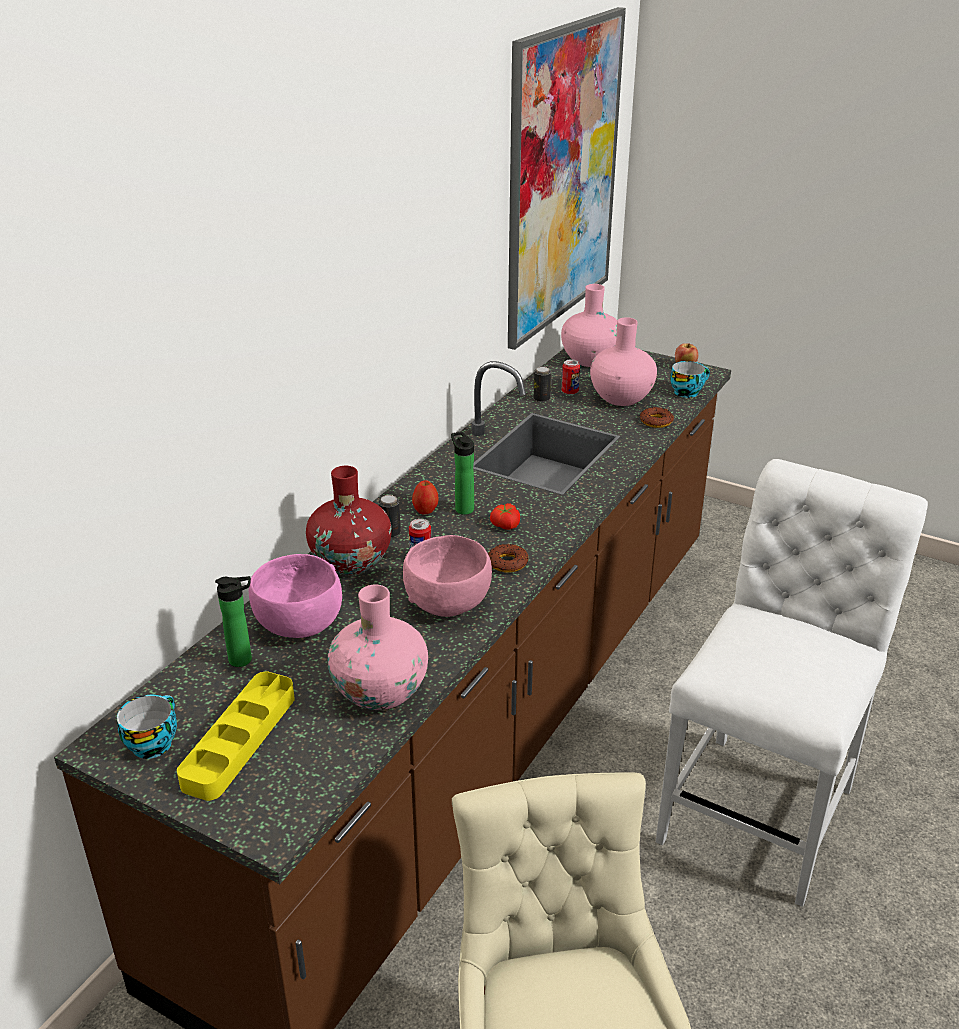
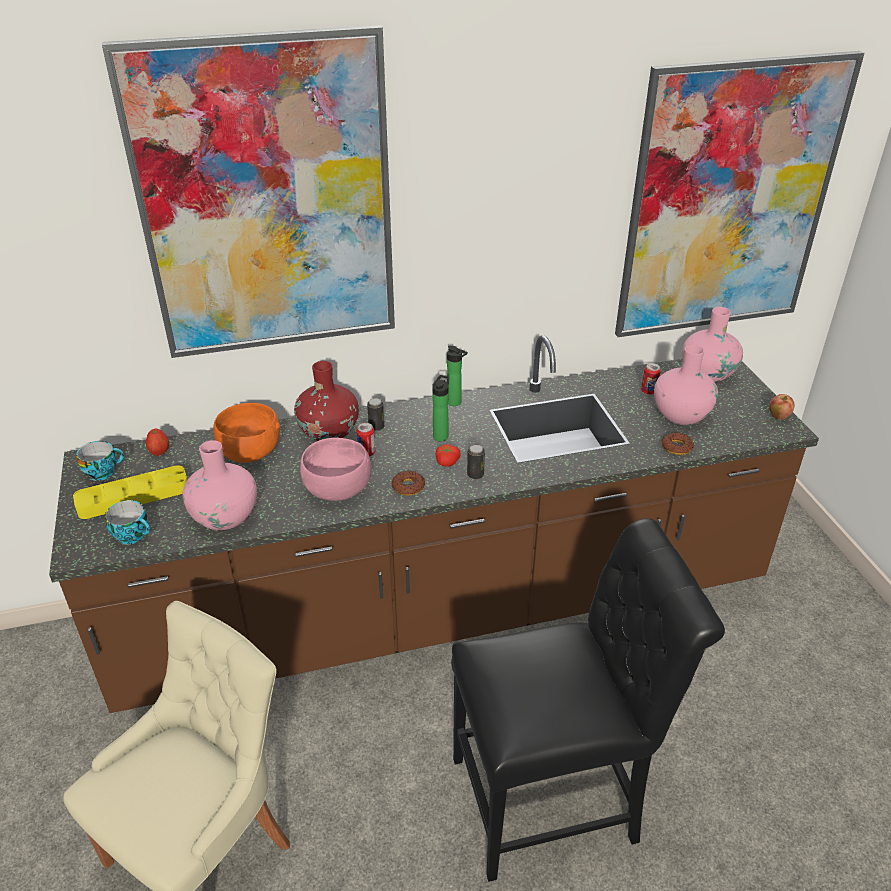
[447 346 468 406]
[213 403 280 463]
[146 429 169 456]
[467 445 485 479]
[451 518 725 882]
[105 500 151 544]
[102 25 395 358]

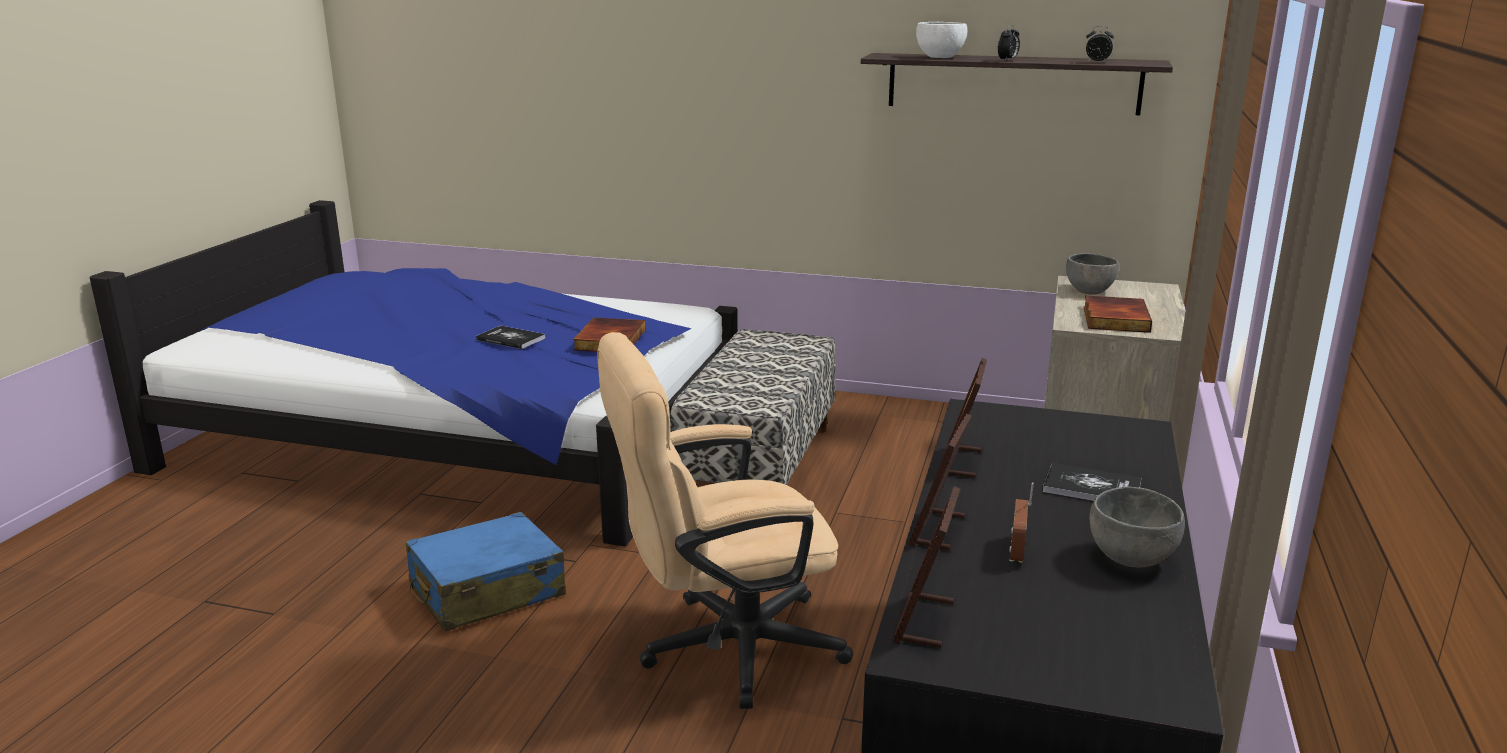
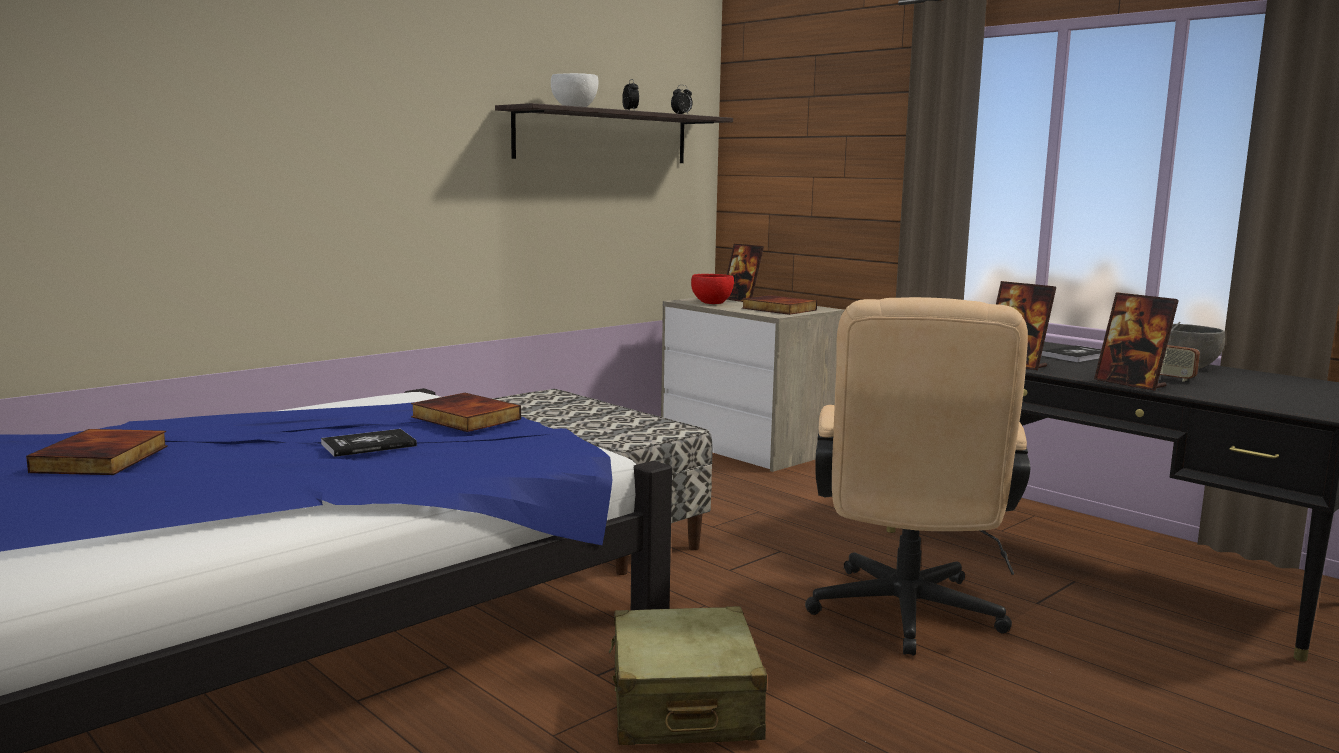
[609 606 767 745]
[727 243 764 302]
[691 274 734 304]
[26 429 168 475]

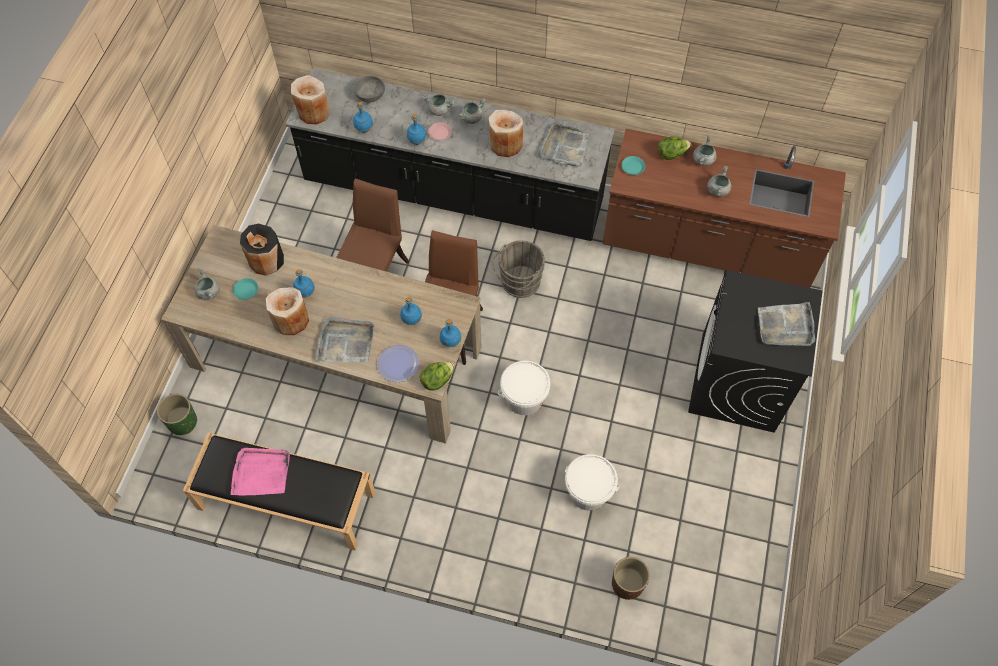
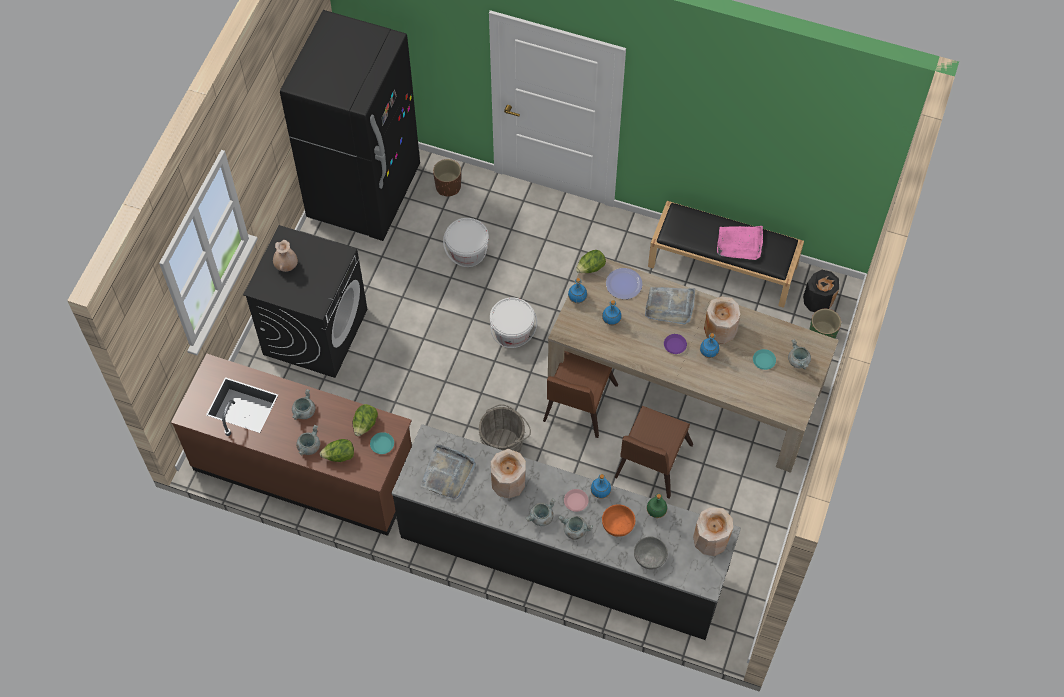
[803 270 839 312]
[647 494 667 518]
[273 240 298 272]
[280 10 420 241]
[353 404 378 436]
[602 504 635 537]
[664 334 687 354]

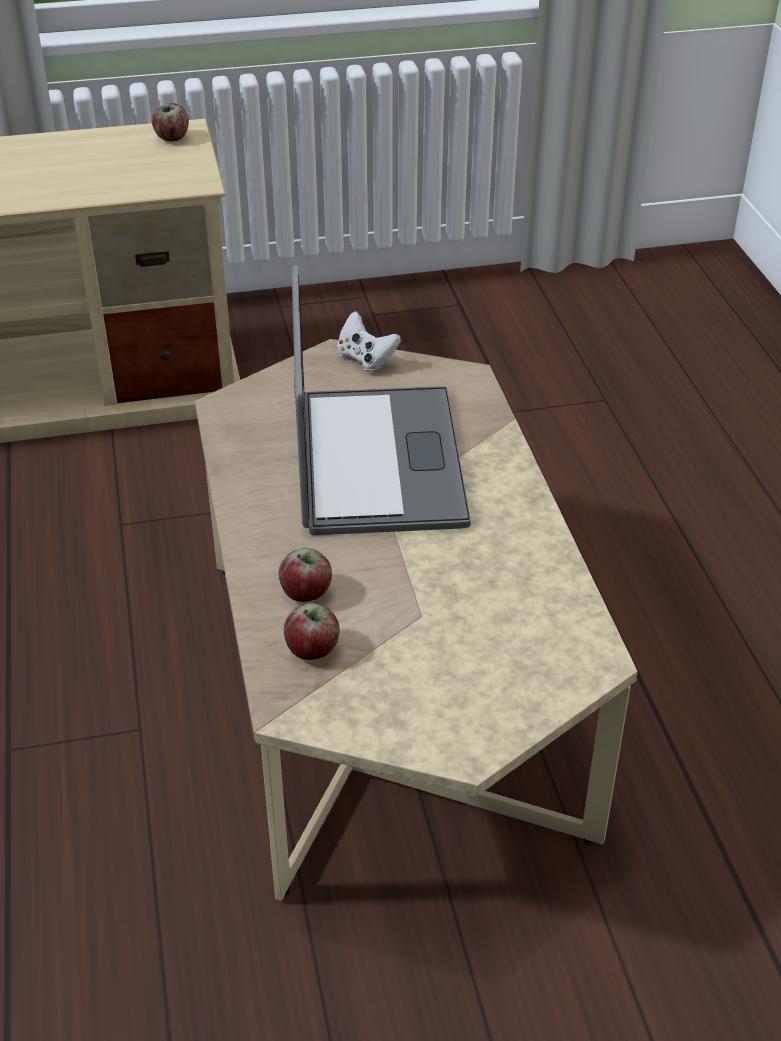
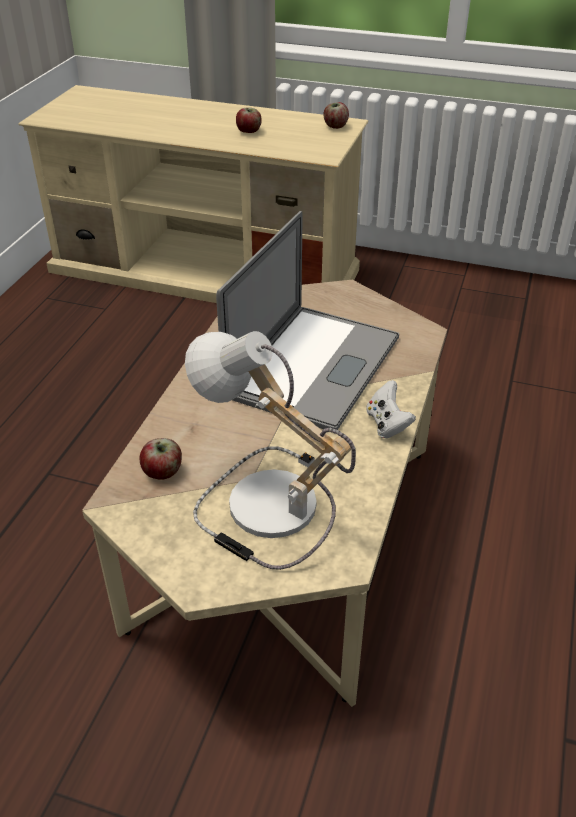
[236 108 262 133]
[366 380 416 438]
[185 331 356 570]

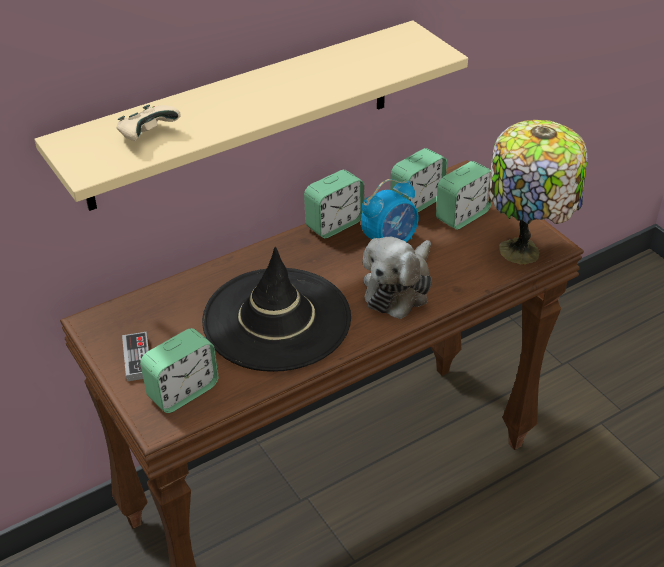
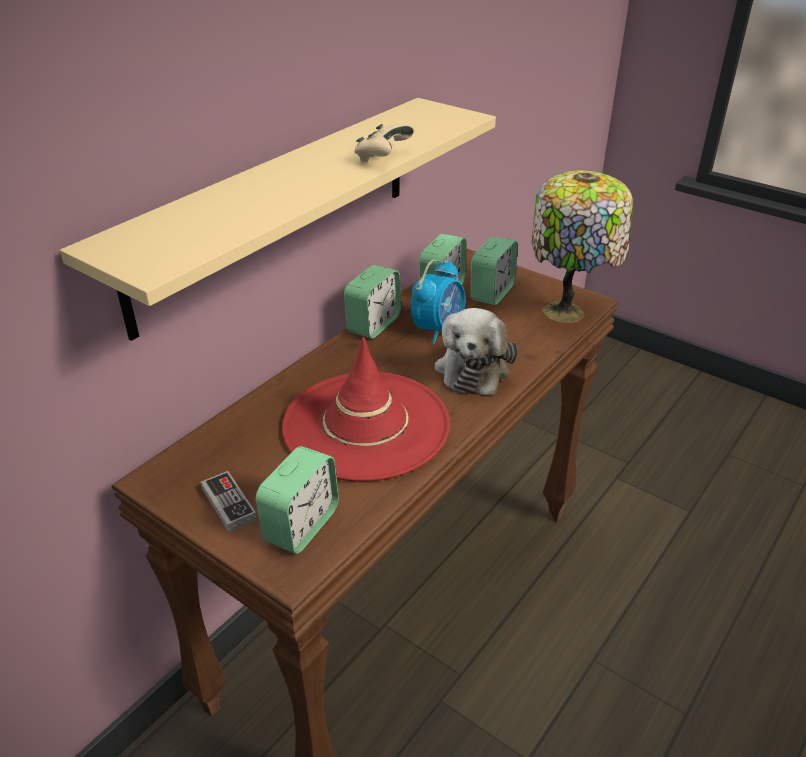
[354 124 415 162]
[282 337 450 482]

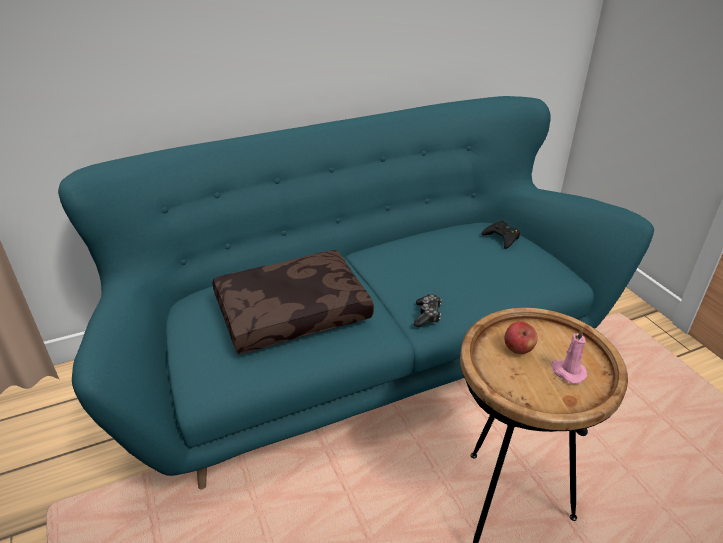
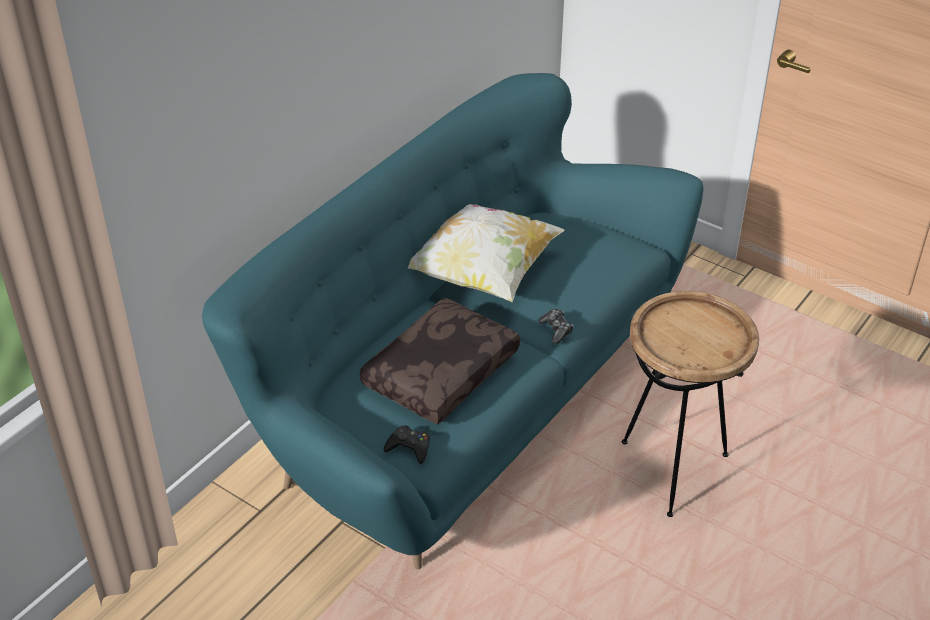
[384 425 430 464]
[504 321 538 354] (first image)
[551 328 587 384] (first image)
[408 204 564 302]

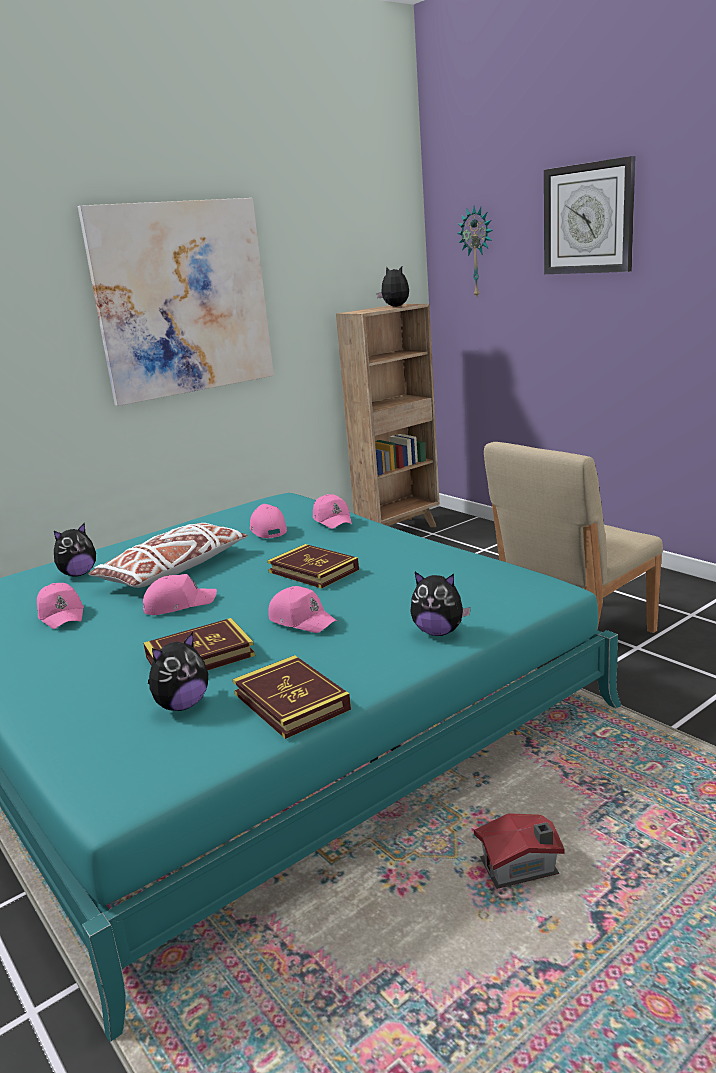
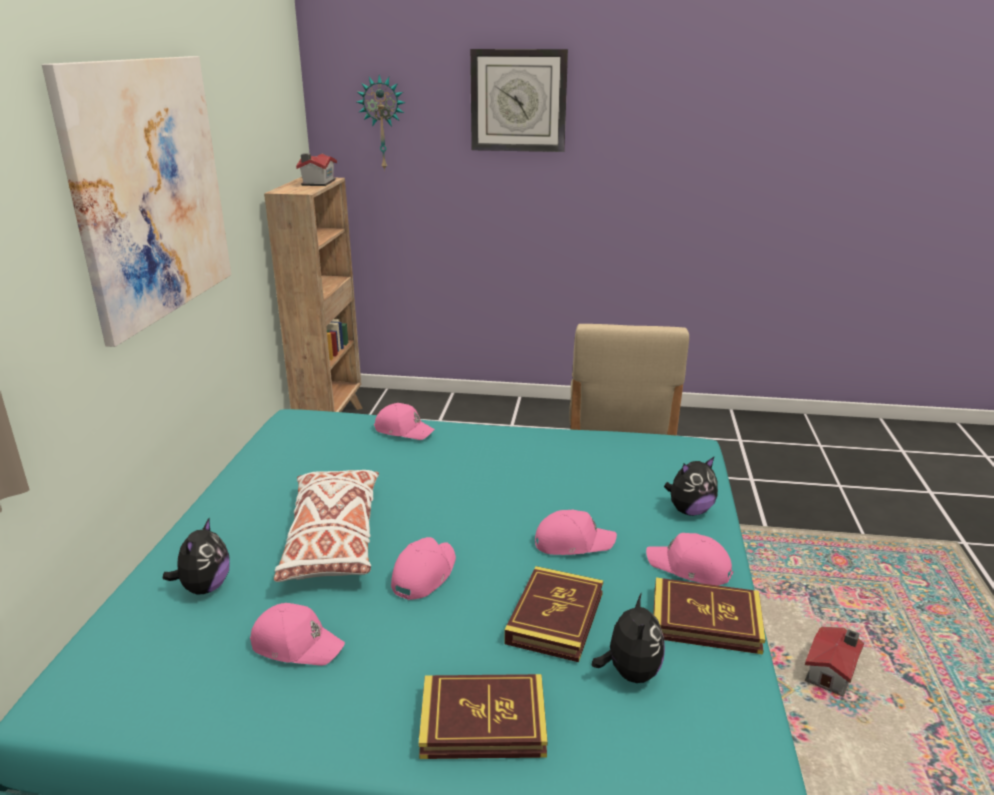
[646 533 733 585]
[419 674 548 759]
[296 154 337 186]

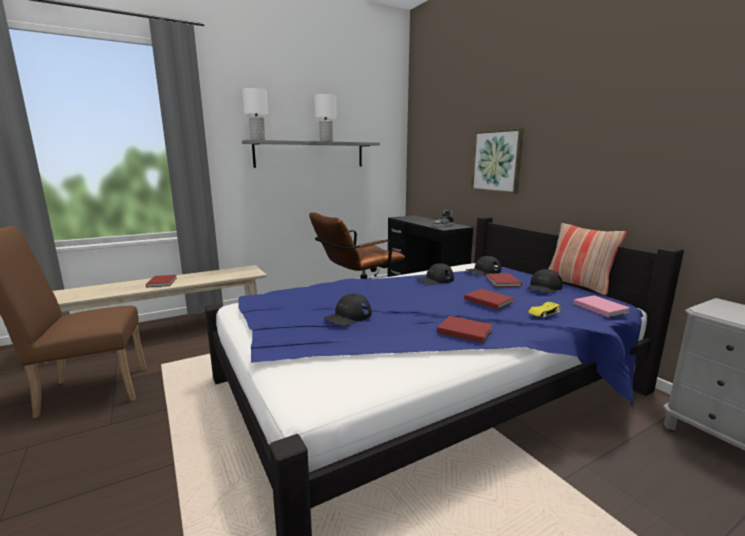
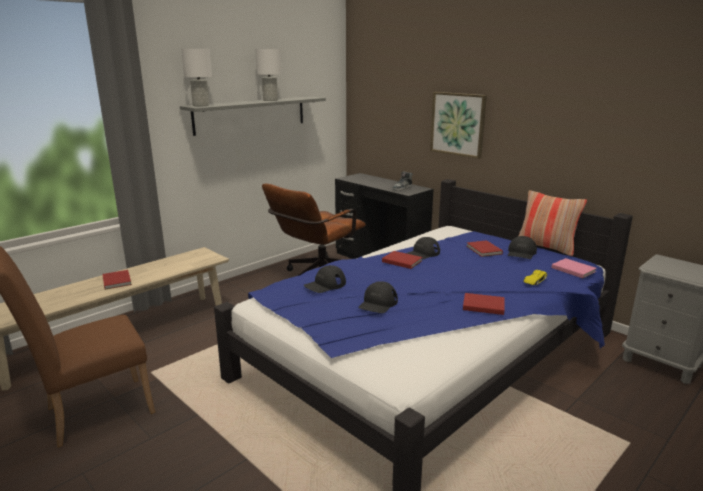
[382 251 423 269]
[304 265 346 293]

